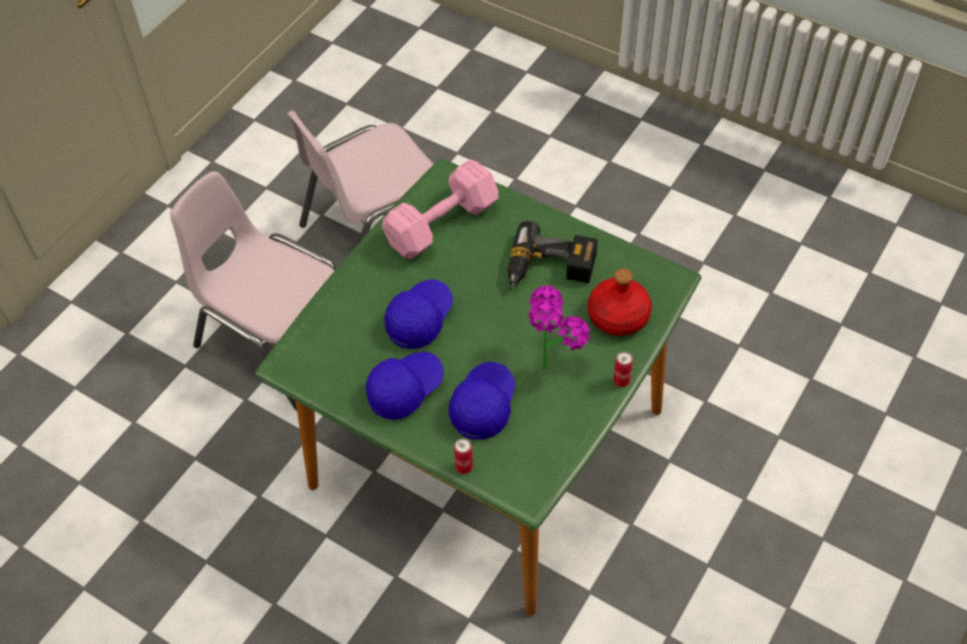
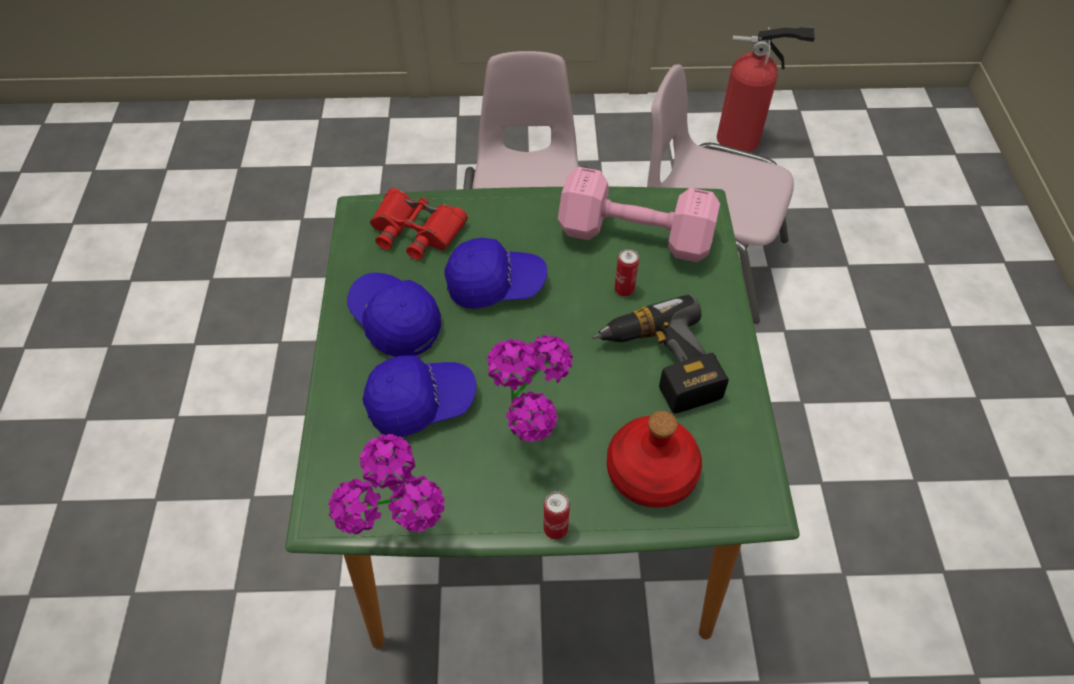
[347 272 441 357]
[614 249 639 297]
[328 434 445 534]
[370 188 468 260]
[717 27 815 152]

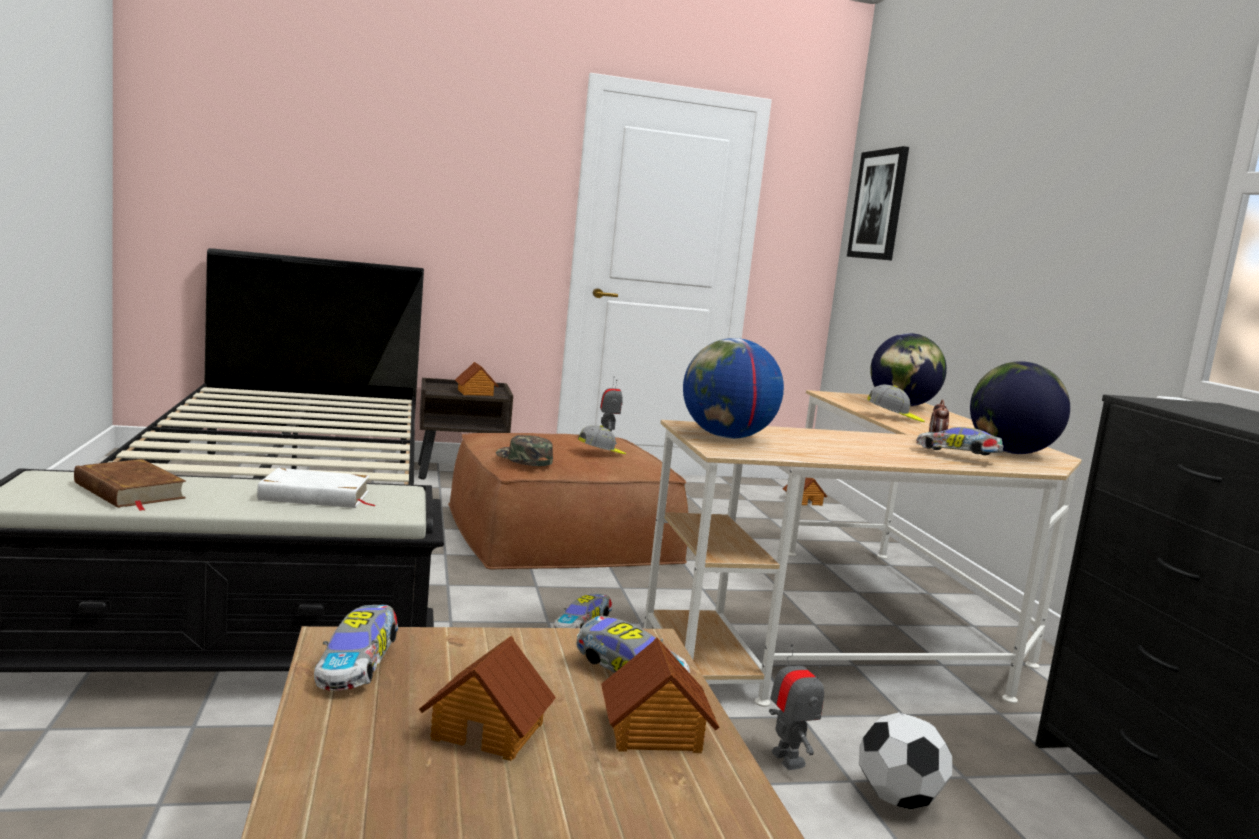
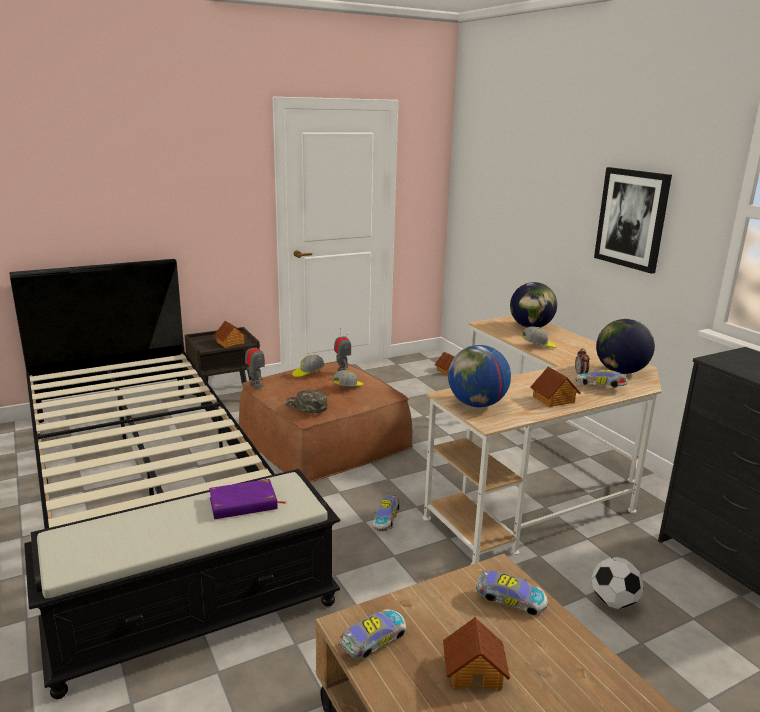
[74 459 186 511] (first image)
[209 479 286 520]
[339 609 406 659]
[530 367 580 408]
[245 340 265 389]
[594 167 672 274]
[292 354 325 377]

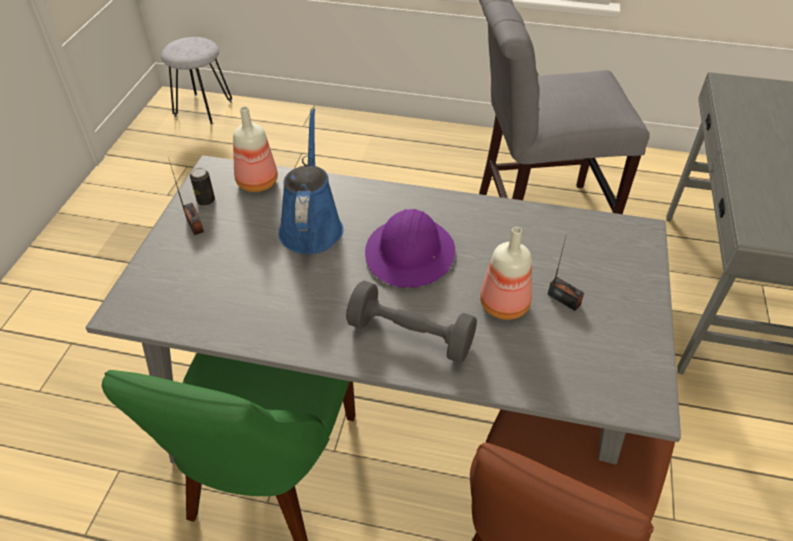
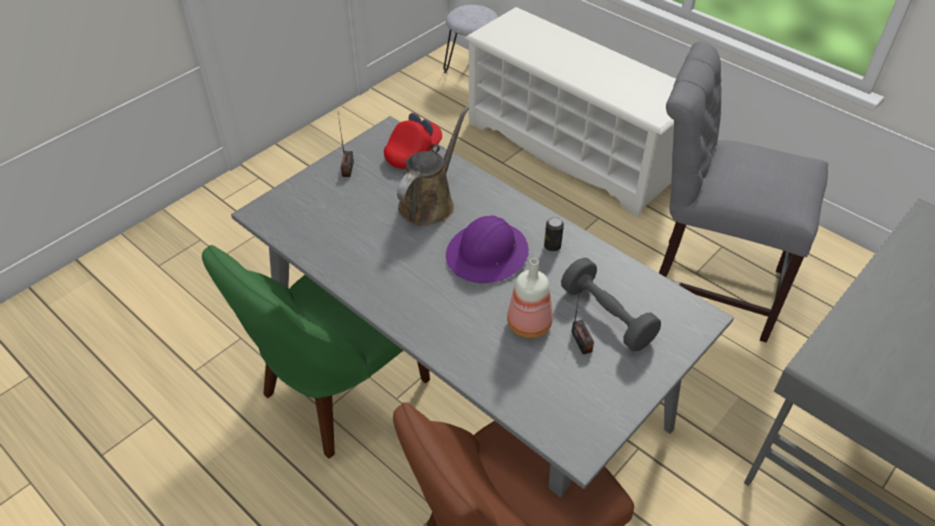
[544 217 564 252]
[384 113 442 169]
[397 107 469 226]
[561 258 661 351]
[465 7 676 217]

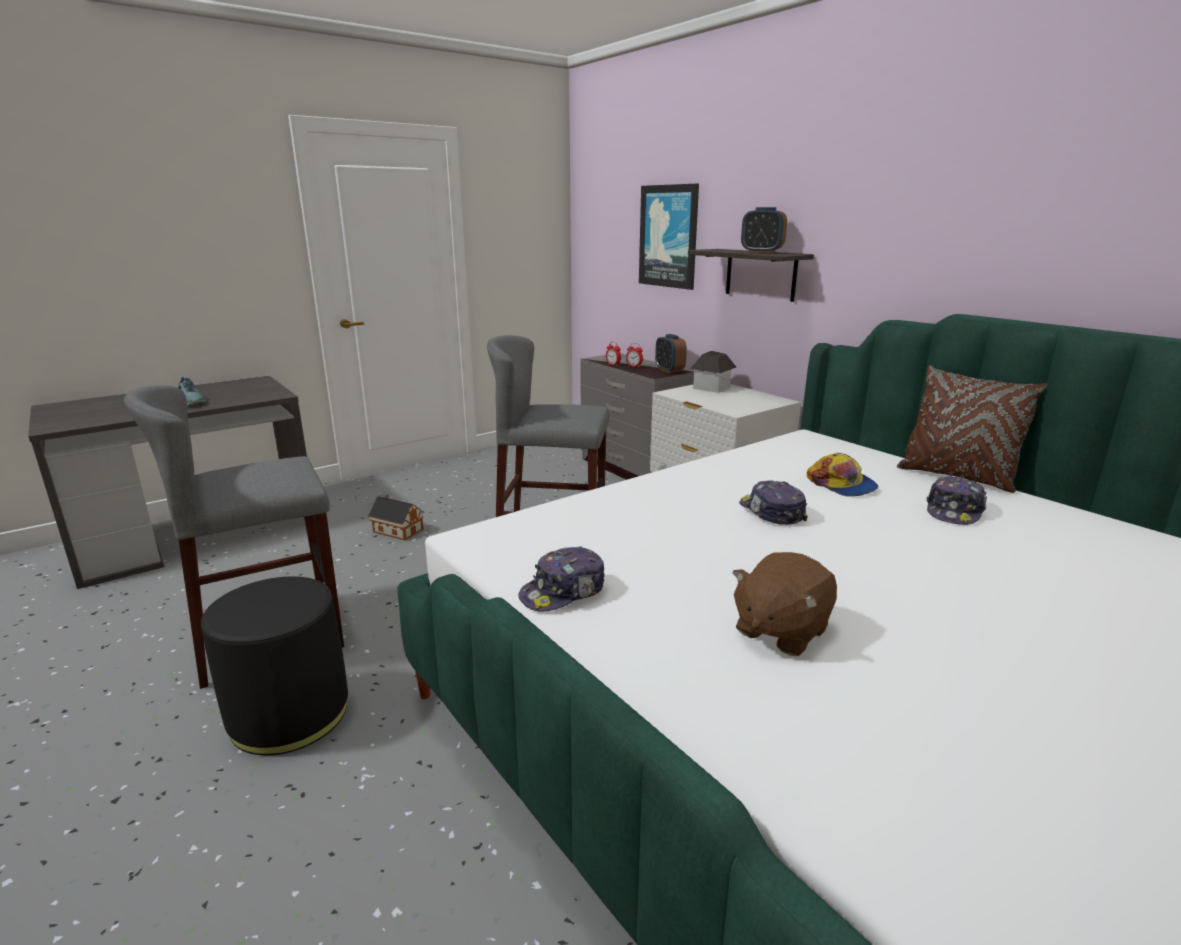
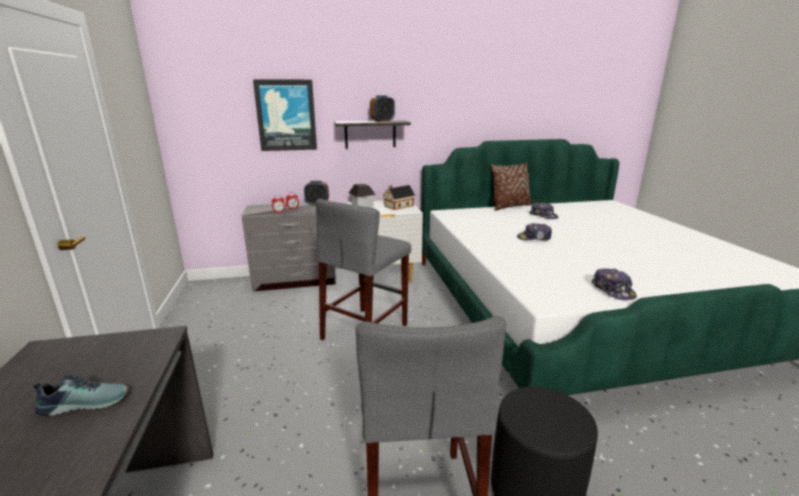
[383 185 415 210]
[732 552 837 656] (first image)
[807 453 879 497] (first image)

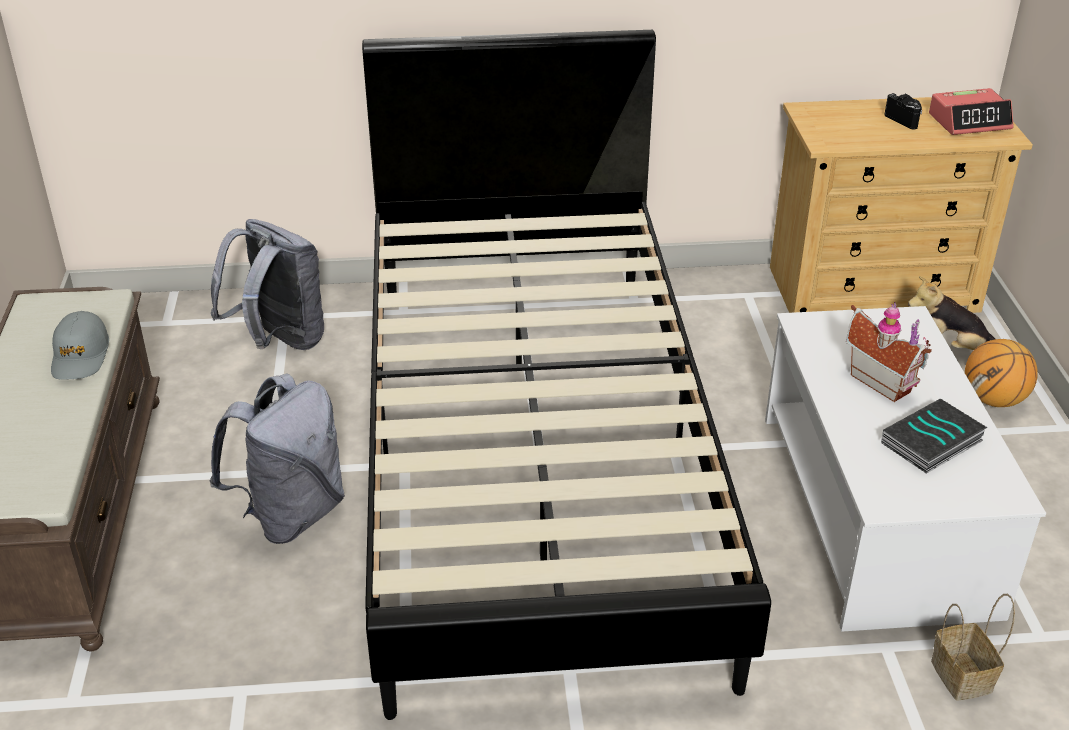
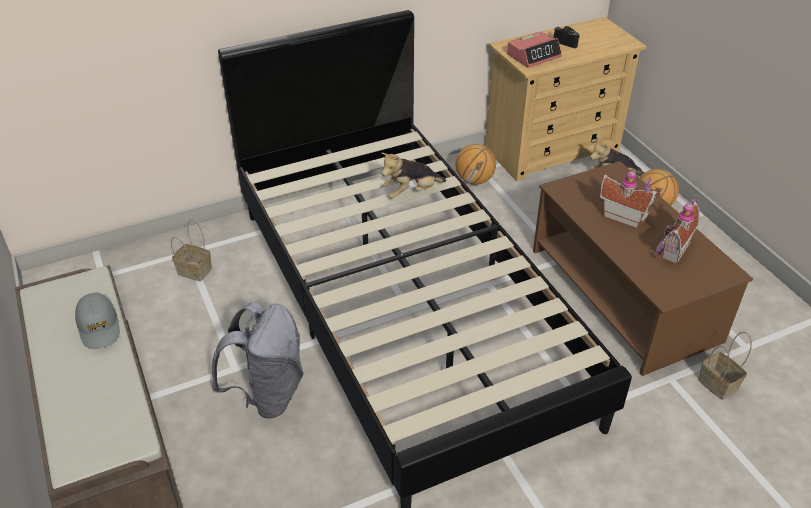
[171 219 212 281]
[533 161 753 376]
[656 193 700 264]
[507 31 562 68]
[381 153 446 198]
[455 144 496 185]

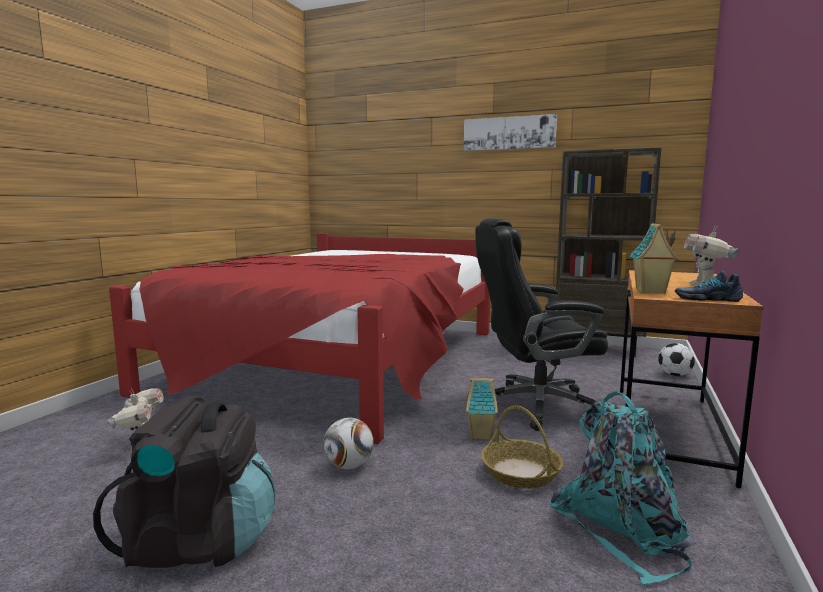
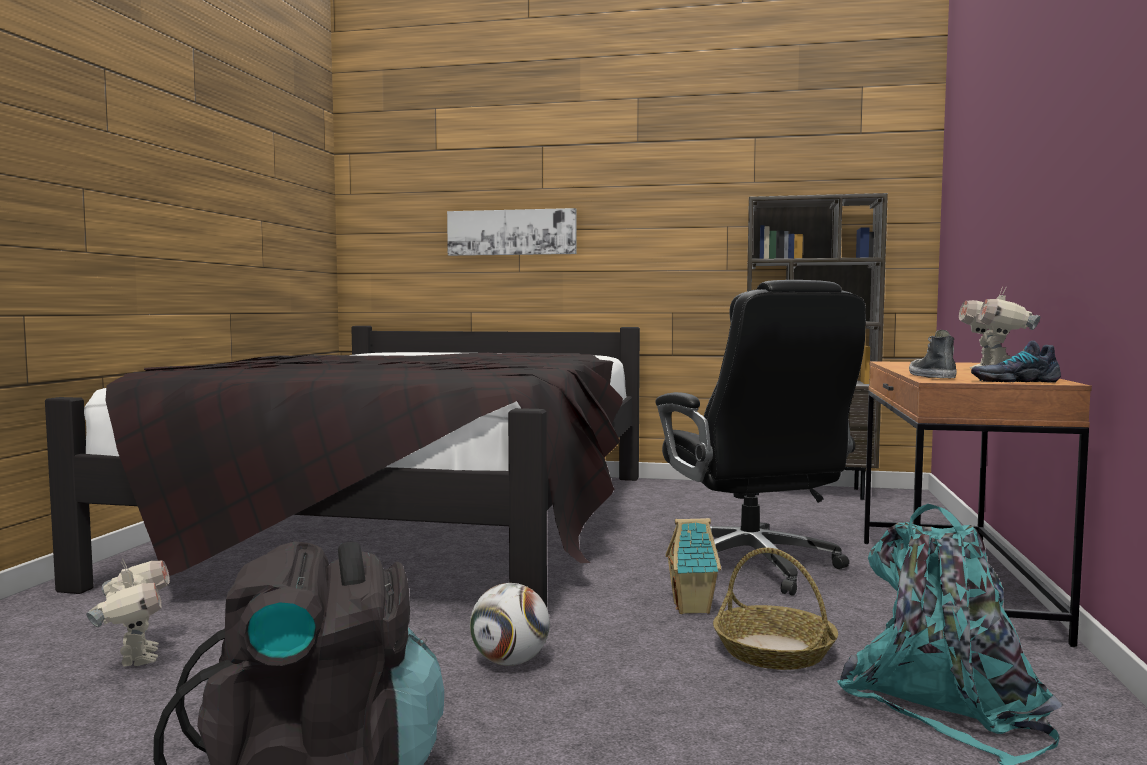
[45 326 640 607]
[447 208 576 256]
[655 280 866 596]
[909 330 957 378]
[658 343 695 376] (first image)

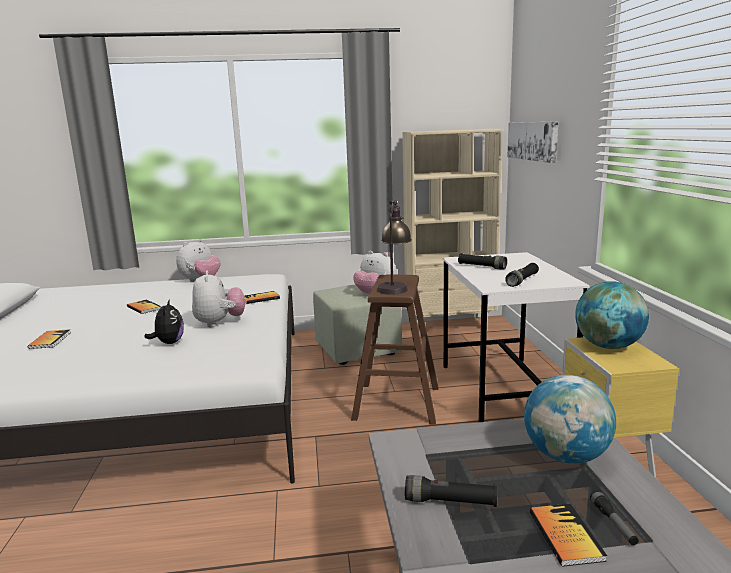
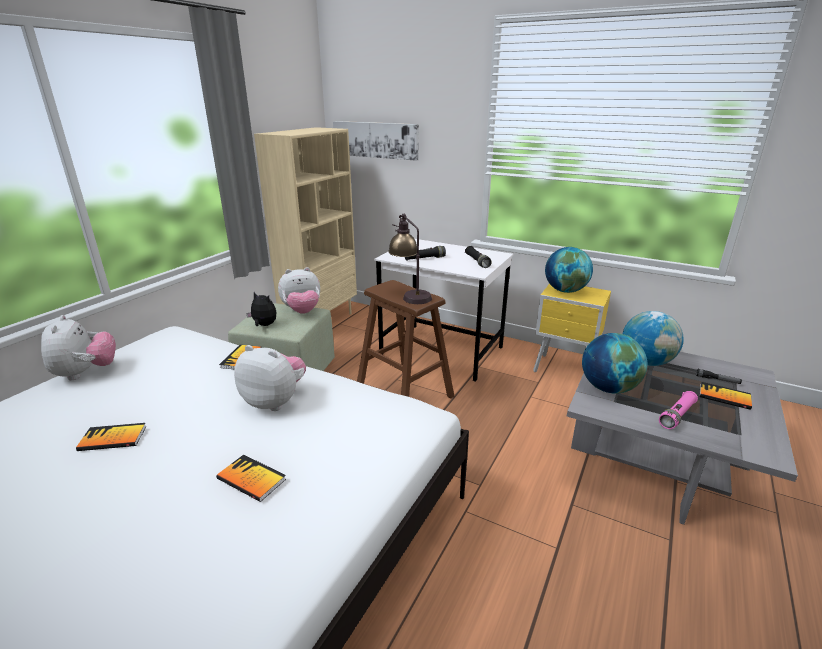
[216 454 286 502]
[246 292 276 326]
[659 391 698 429]
[582 333 647 394]

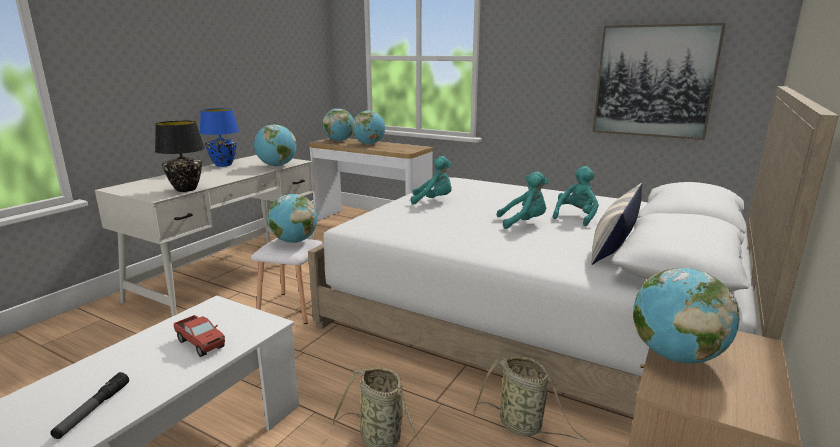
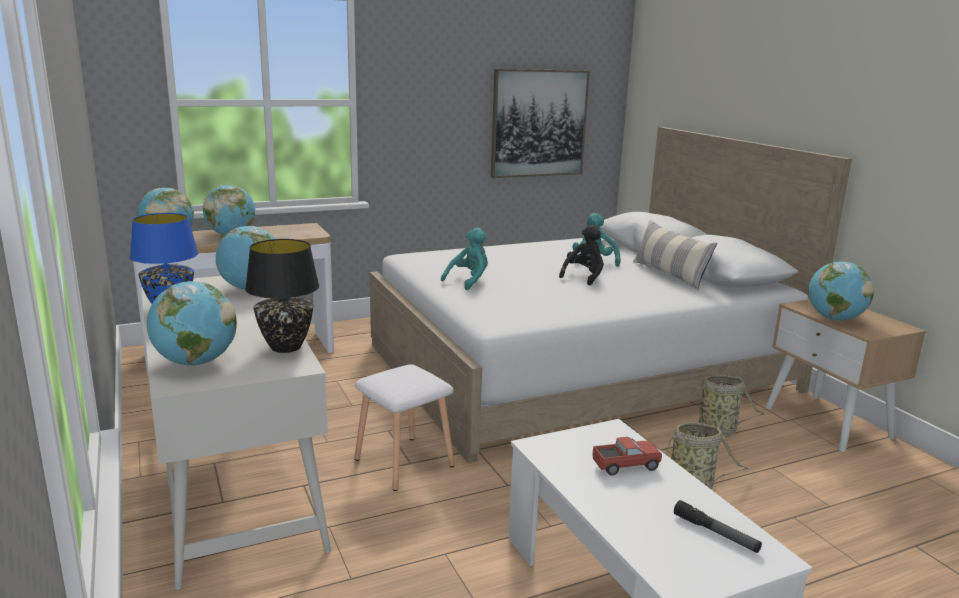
[147 281 237 366]
[559 225 604 285]

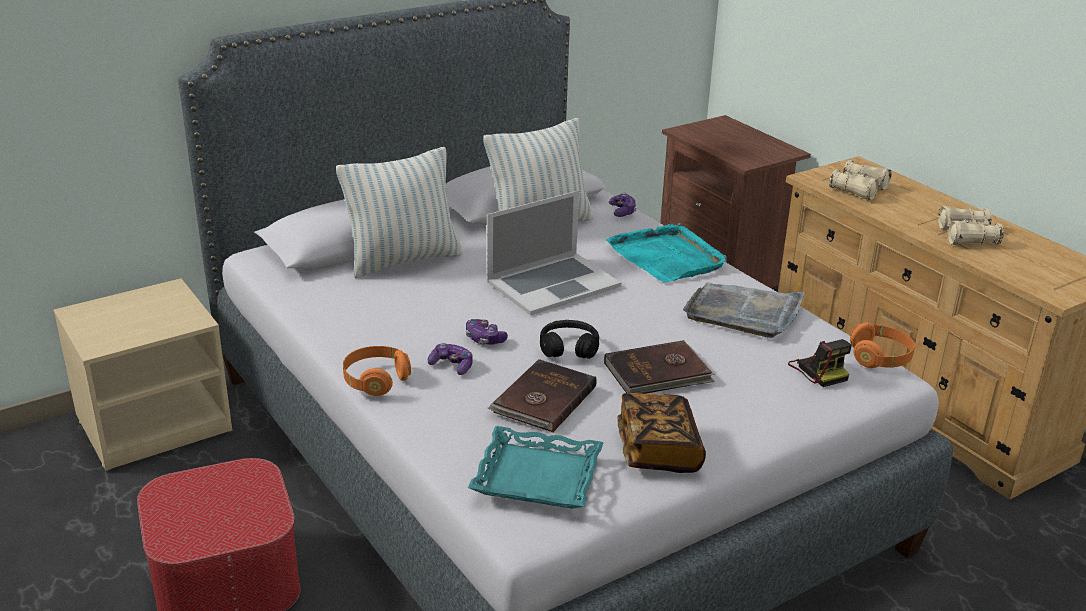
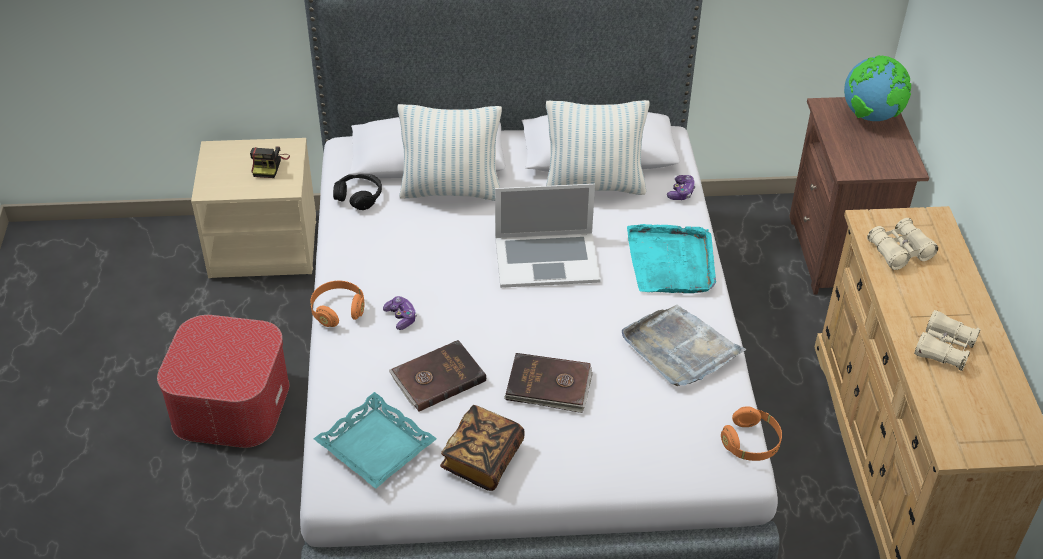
[466 319 508 344] (first image)
[333 174 382 210]
[250 146 290 178]
[844 55 911 121]

